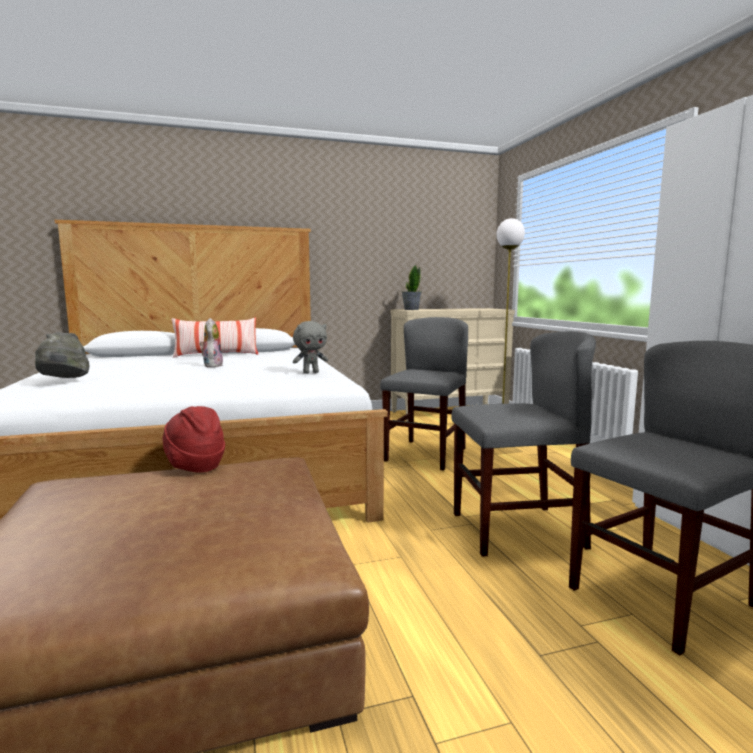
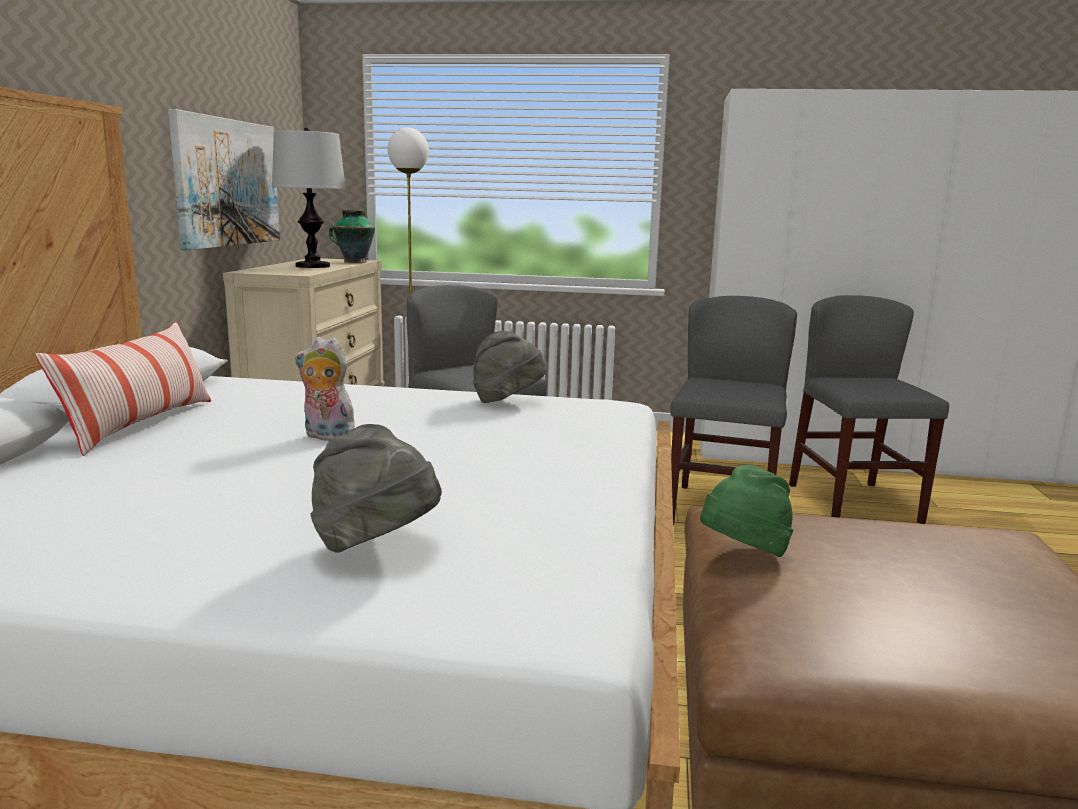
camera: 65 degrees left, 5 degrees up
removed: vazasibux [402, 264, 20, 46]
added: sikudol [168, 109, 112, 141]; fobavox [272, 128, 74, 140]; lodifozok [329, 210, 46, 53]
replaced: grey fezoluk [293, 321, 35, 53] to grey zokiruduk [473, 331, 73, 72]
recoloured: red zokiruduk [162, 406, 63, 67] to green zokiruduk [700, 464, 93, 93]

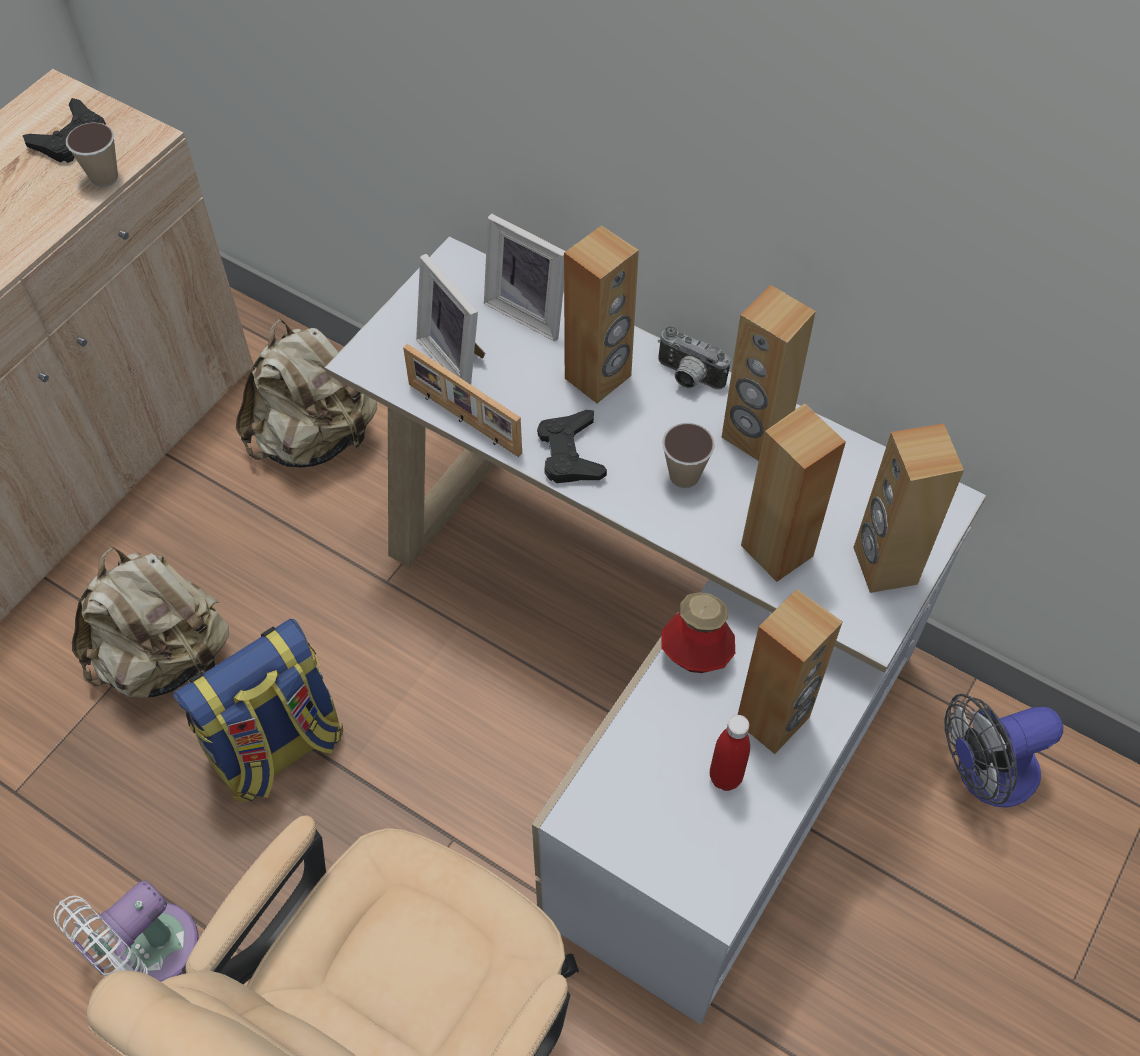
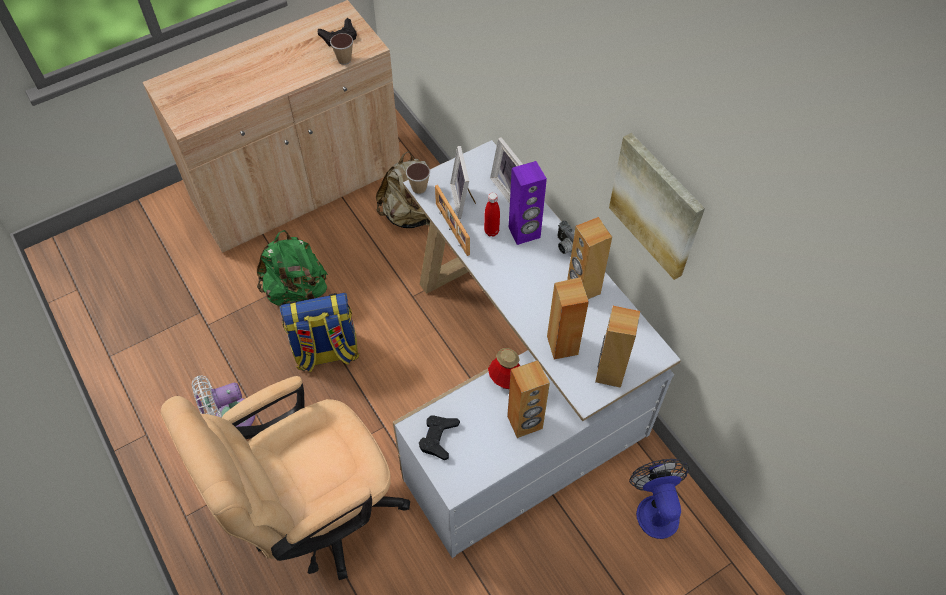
camera: 25 degrees right, 0 degrees up
added: sikudol [609, 133, 96, 147]
moved: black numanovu [537, 410, 70, 73] to [419, 415, 41, 45]; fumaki [662, 423, 53, 65] to [406, 163, 24, 31]; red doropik [710, 715, 40, 76] to [484, 193, 16, 44]
recoloured: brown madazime [564, 225, 75, 178] to purple madazime [509, 161, 38, 84]; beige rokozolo [72, 547, 157, 151] to green rokozolo [257, 230, 71, 76]
turned: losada [944, 694, 119, 114] = [629, 459, 61, 80] 75 degrees clockwise

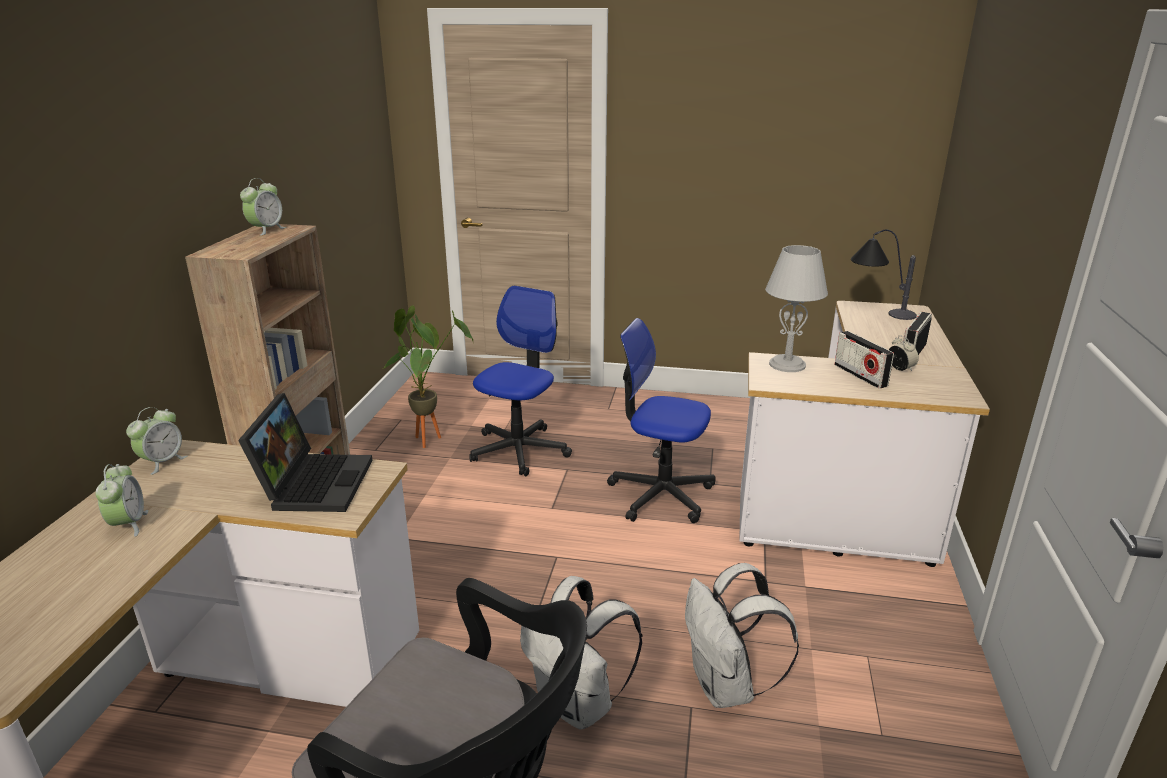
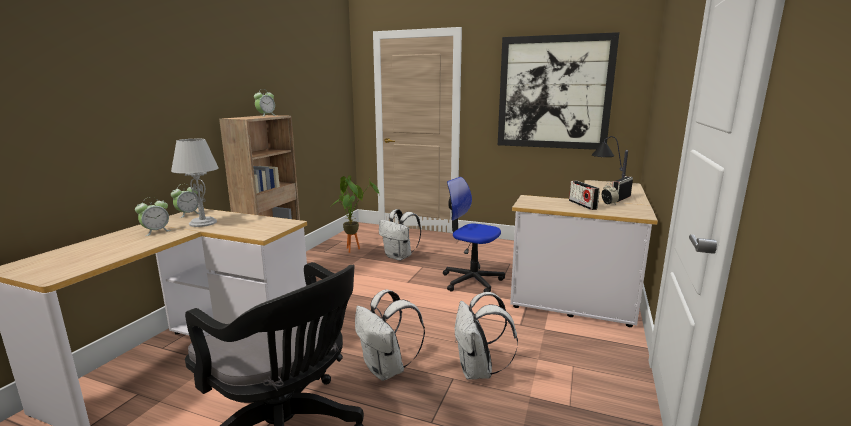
camera: 10 degrees right, 10 degrees down
removed: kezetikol [238, 393, 135, 119]
added: sikudol [498, 32, 121, 118]
moved: grey fobavox [765, 245, 63, 127] to [171, 139, 47, 88]
replaced: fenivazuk [469, 286, 103, 190] to white rokozolo [379, 209, 42, 52]
turned: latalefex [95, 464, 54, 73] = [135, 197, 37, 39] 45 degrees clockwise

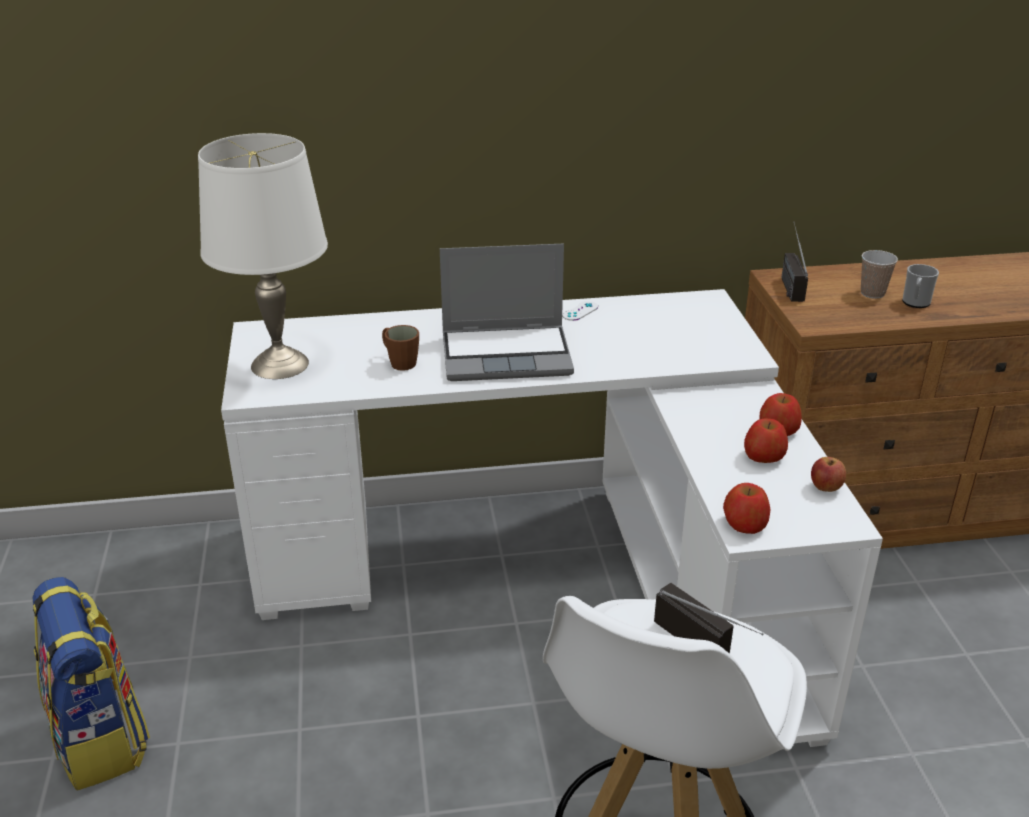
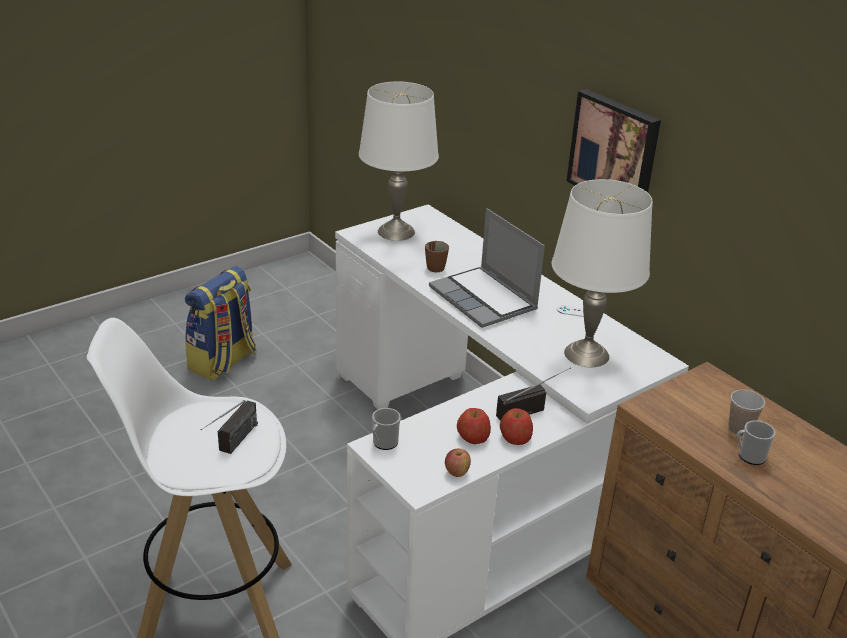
camera: 60 degrees right, 0 degrees up
added: sikudol [567, 89, 94, 104]; white fobavox [551, 179, 102, 188]
moved: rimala [781, 222, 27, 80] to [496, 367, 75, 54]
replaced: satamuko [723, 483, 47, 51] to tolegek [372, 408, 29, 42]

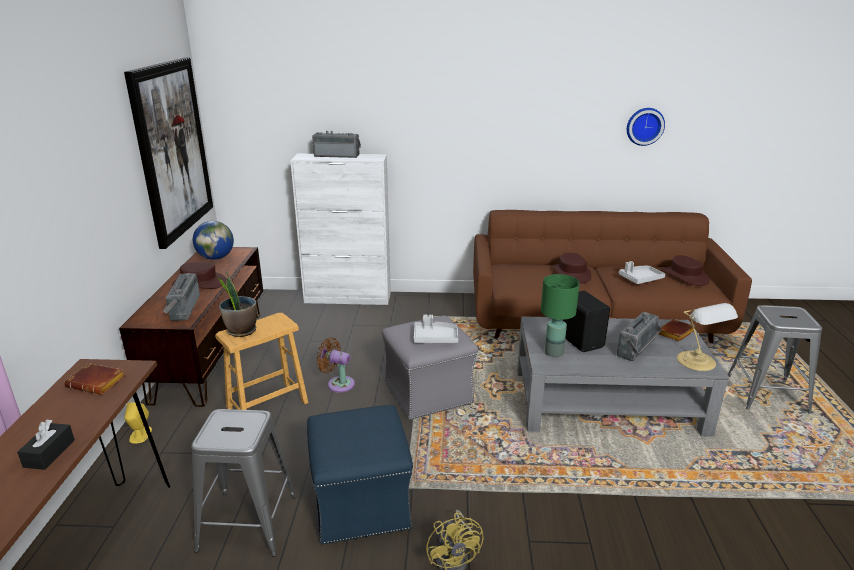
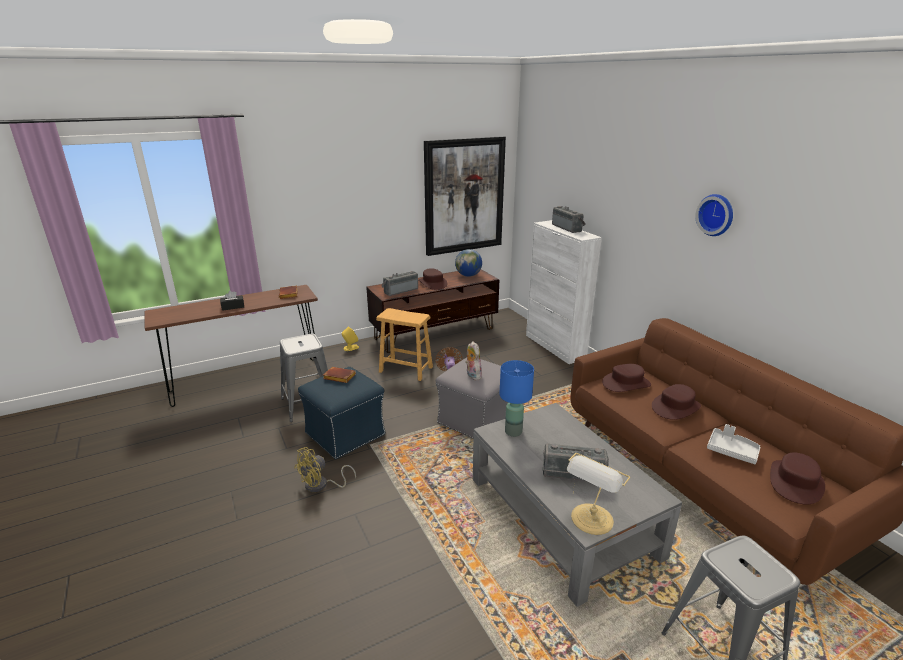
camera: 60 degrees right, 0 degrees up
removed: vazasibux [218, 271, 39, 66]; black madazime [563, 291, 47, 61]
added: brown zokiruduk [602, 364, 49, 28]
moved: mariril [627, 108, 38, 38] to [695, 194, 38, 42]; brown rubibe [657, 319, 38, 22] to [323, 367, 33, 16]
replaced: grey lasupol [414, 315, 44, 28] to fezoluk [465, 341, 17, 39]
recoloured: green fobavox [541, 274, 39, 83] to blue fobavox [500, 360, 34, 77]

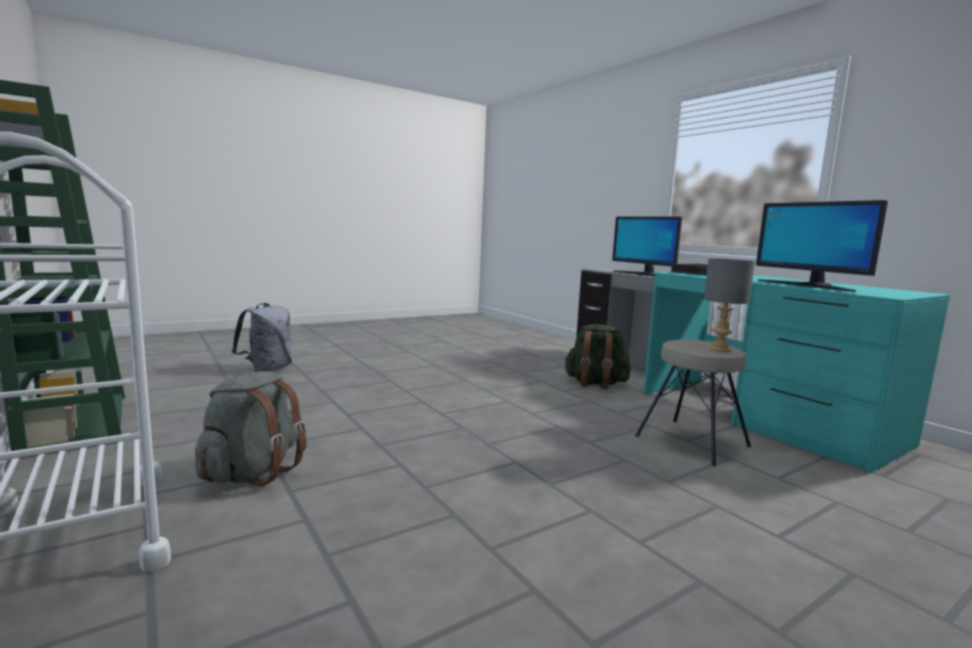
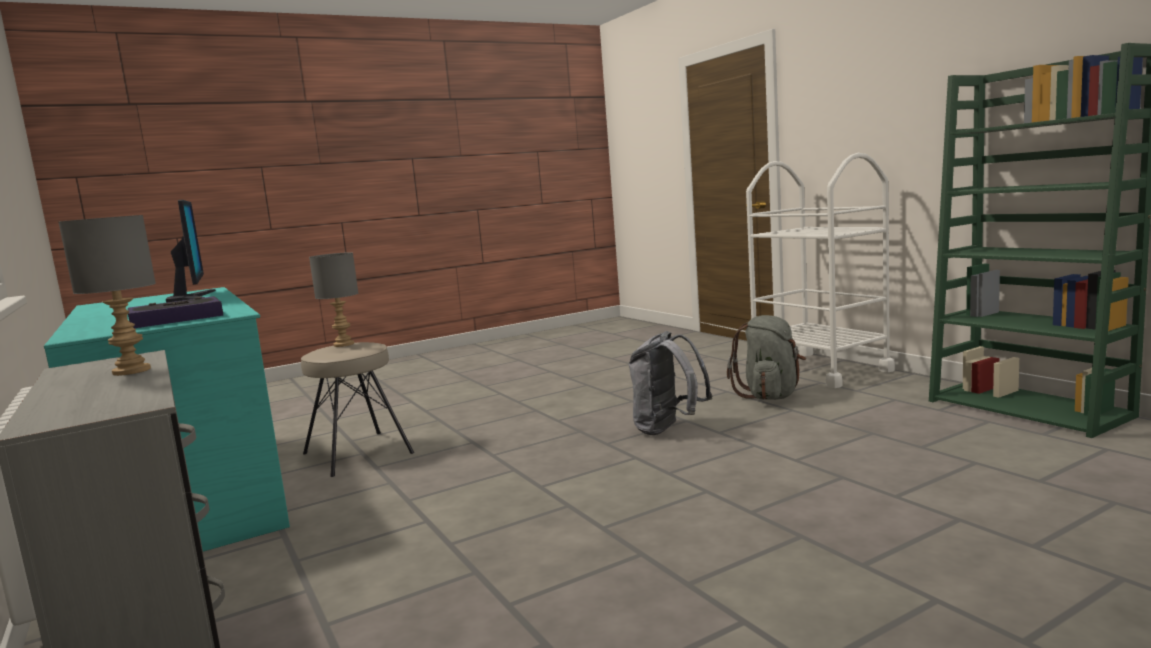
camera: 175 degrees left, 0 degrees up
removed: green rokozolo [564, 324, 67, 65]
moved: grey rokozolo [232, 303, 60, 69] to [629, 331, 83, 104]
replaced: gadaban [612, 216, 70, 60] to grey fobavox [59, 215, 97, 161]

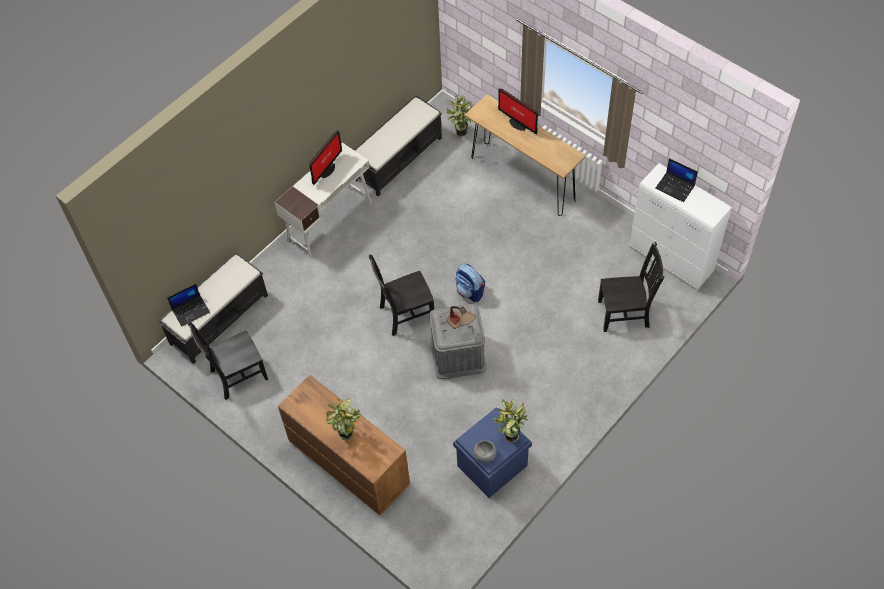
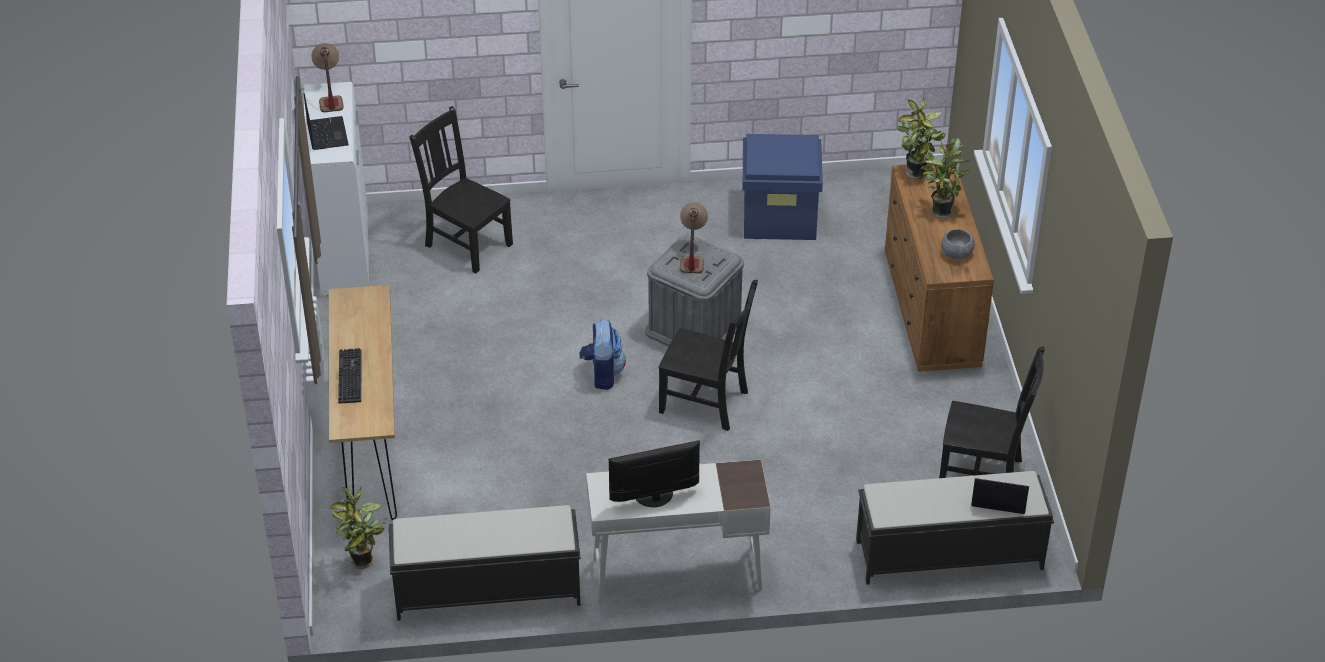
camera: 140 degrees left, 15 degrees down
added: fobavox [311, 43, 33, 69]
moved: vazasibux [494, 399, 34, 44] to [897, 97, 49, 82]; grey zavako [474, 440, 23, 23] to [941, 229, 34, 30]
replaced: gadaban [498, 88, 40, 47] to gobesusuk [338, 348, 24, 56]

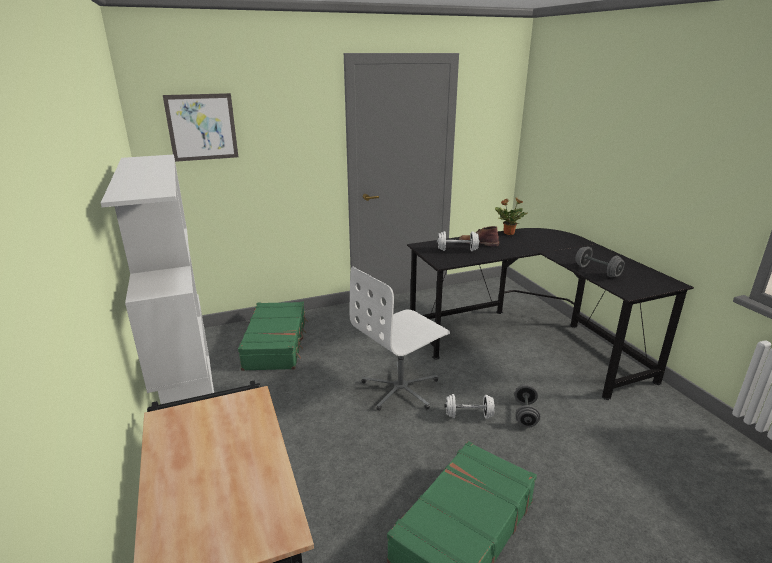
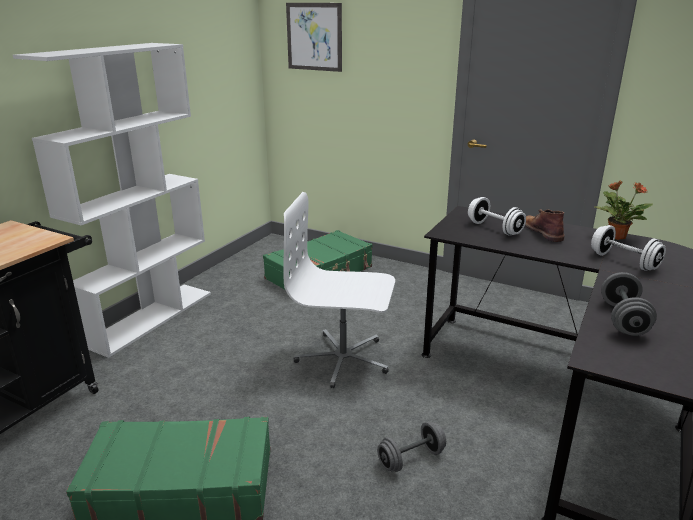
camera: 50 degrees right, 0 degrees up
moved: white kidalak [444, 394, 51, 25] to [591, 225, 75, 46]

